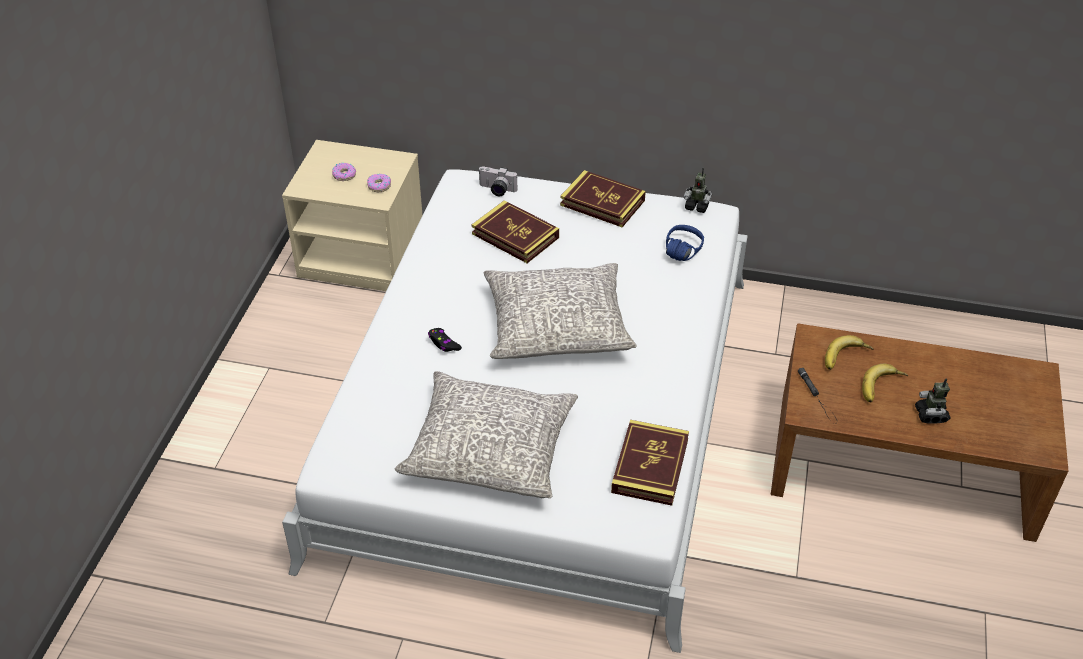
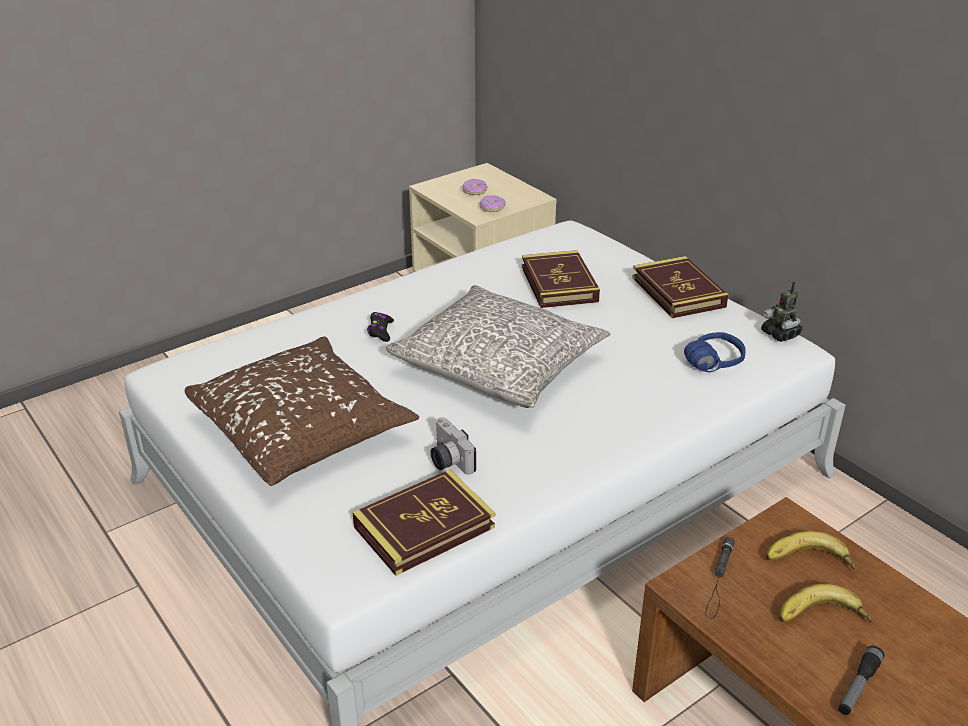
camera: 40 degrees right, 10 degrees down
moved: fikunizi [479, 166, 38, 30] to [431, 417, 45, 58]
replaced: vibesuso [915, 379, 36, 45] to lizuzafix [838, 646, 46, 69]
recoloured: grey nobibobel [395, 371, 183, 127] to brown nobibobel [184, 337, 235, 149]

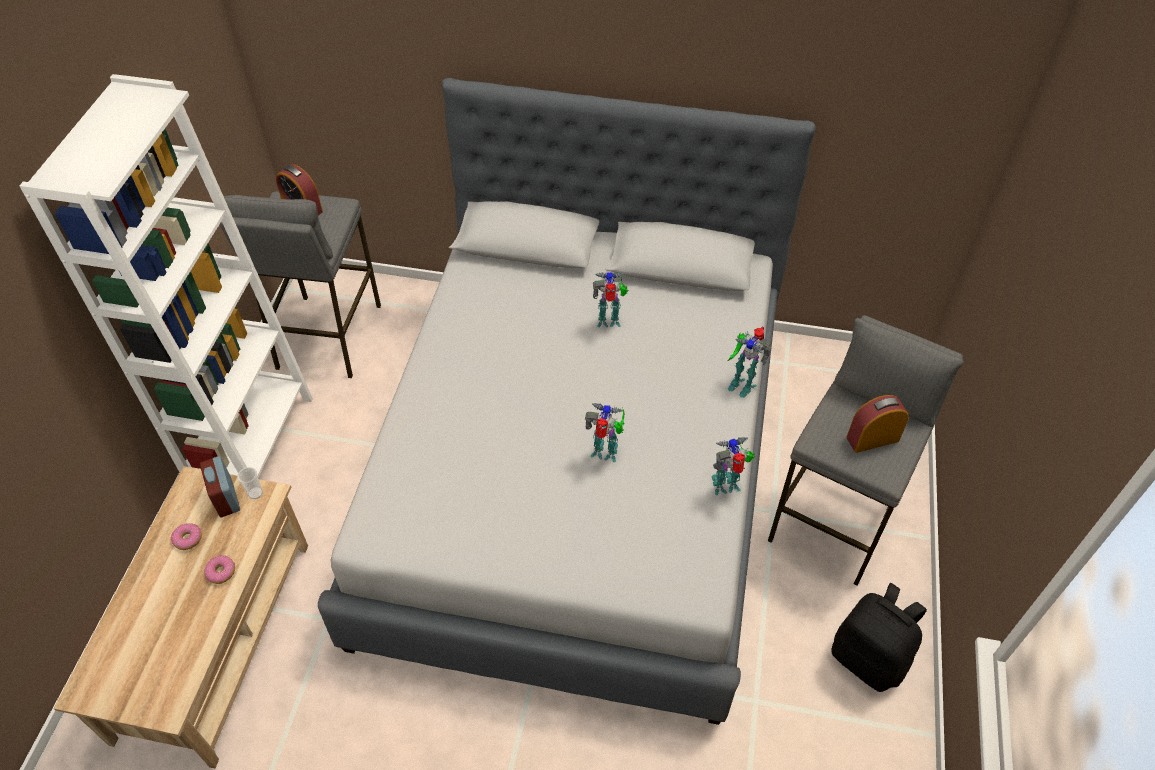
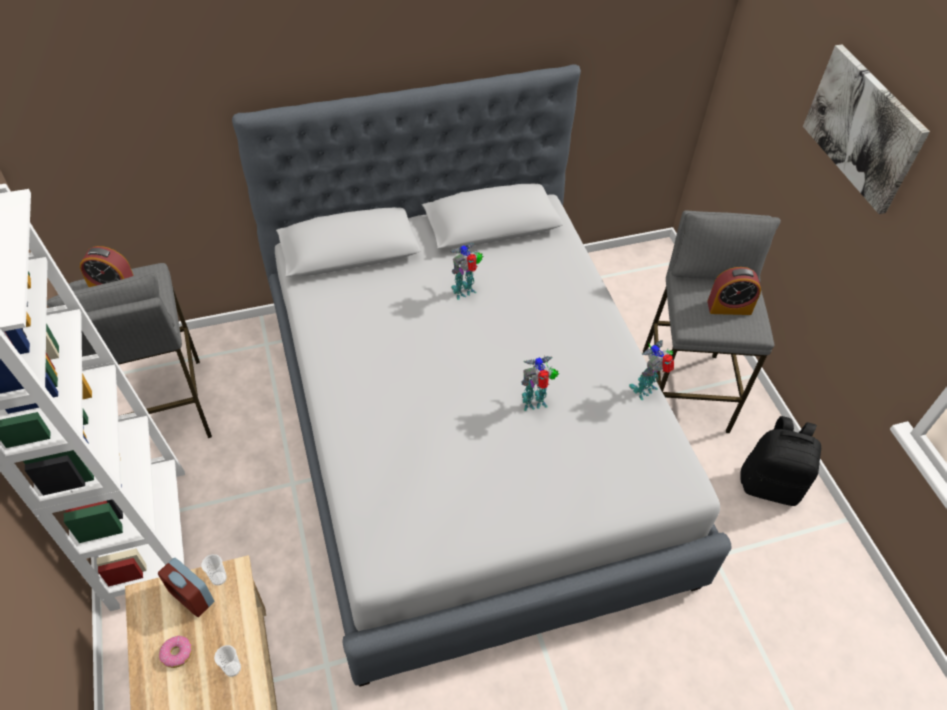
camera: 30 degrees left, 0 degrees up
removed: vibesuso [728, 327, 44, 71]
added: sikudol [803, 44, 127, 170]
replaced: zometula [204, 555, 31, 29] to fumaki [214, 645, 27, 32]
turned: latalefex [846, 395, 63, 58] = [707, 267, 54, 48] 135 degrees counterclockwise

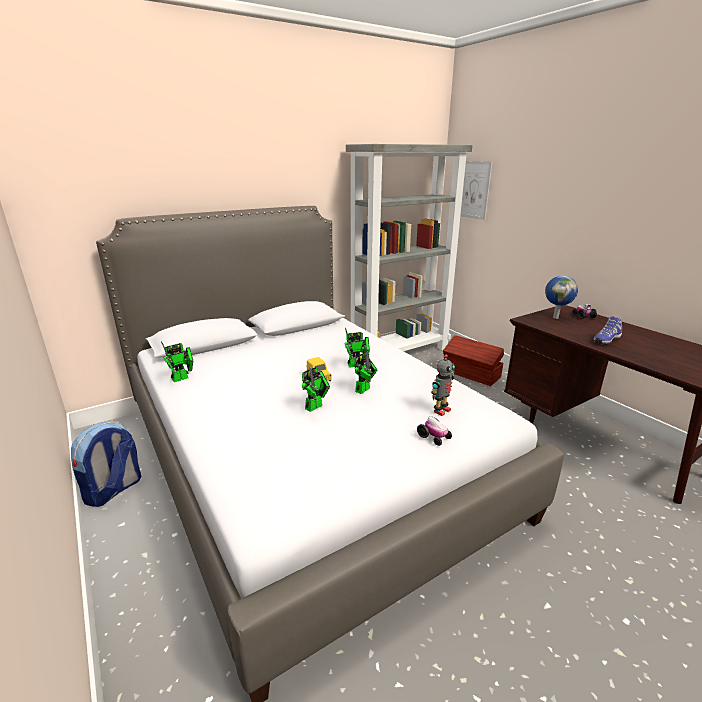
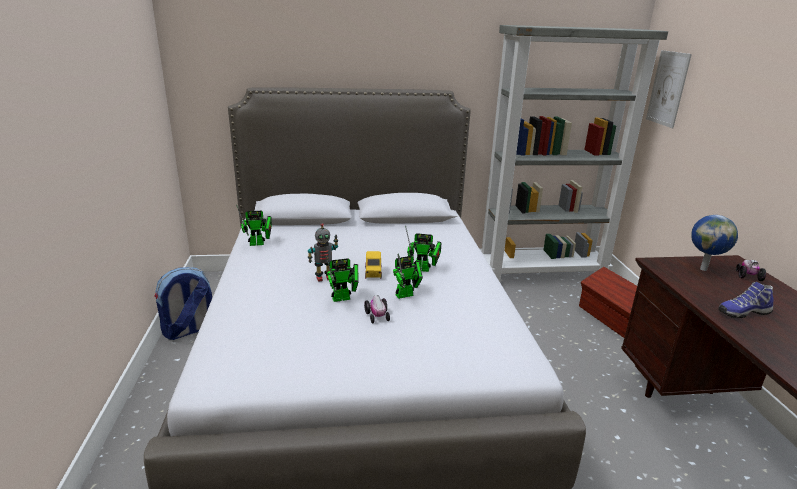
camera: 25 degrees right, 0 degrees up
moved: vibesuso [431, 355, 24, 61] to [308, 223, 30, 59]; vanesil [417, 416, 35, 30] to [364, 295, 26, 28]

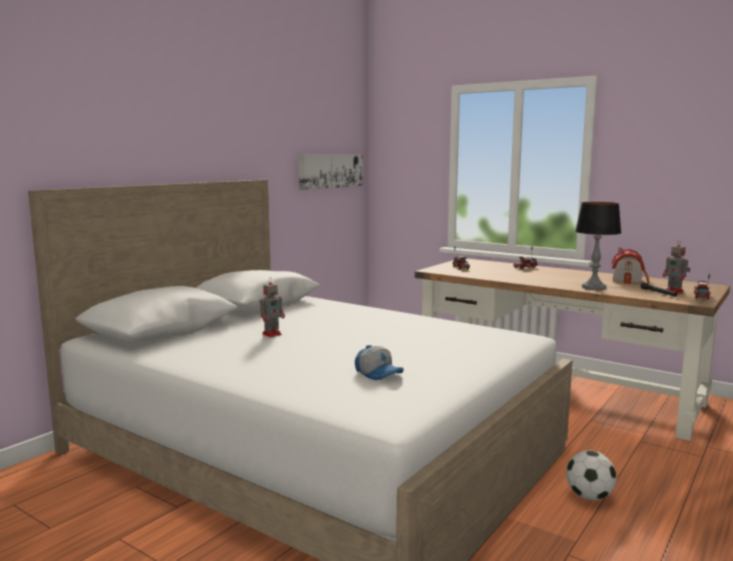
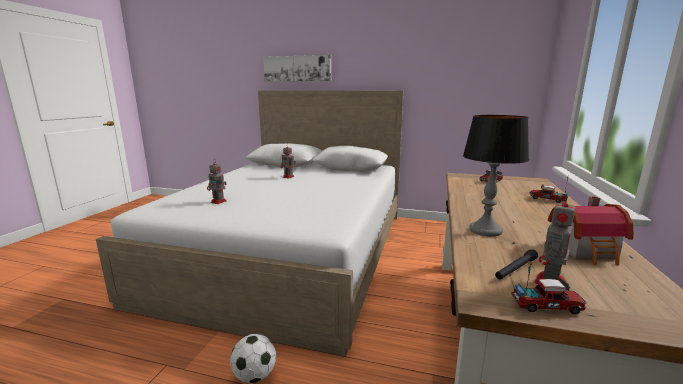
camera: 70 degrees right, 5 degrees up
moved: sikudol [298, 155, 65, 35] to [263, 55, 68, 26]
replaced: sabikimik [355, 345, 49, 35] to vibesuso [207, 159, 20, 45]

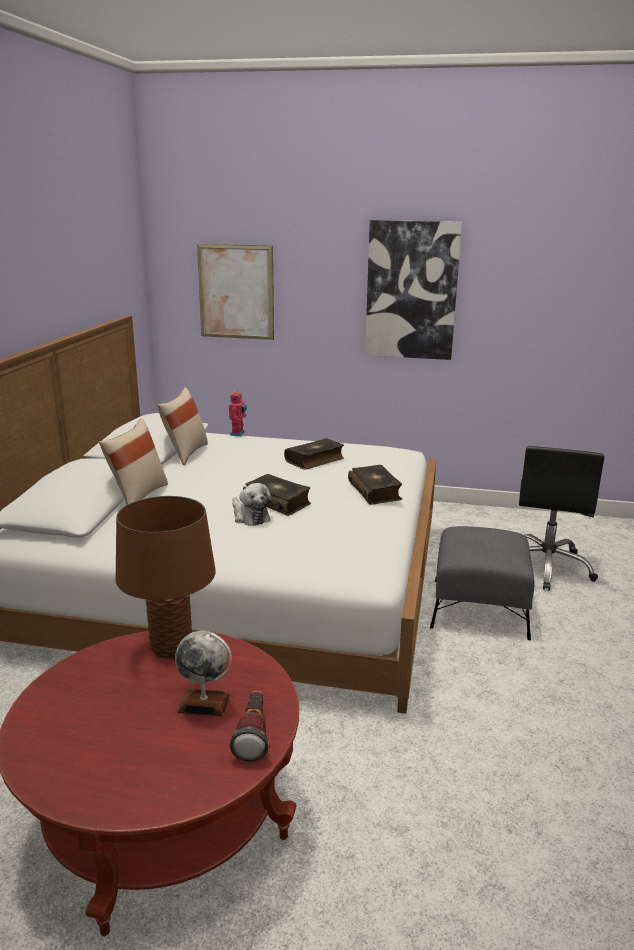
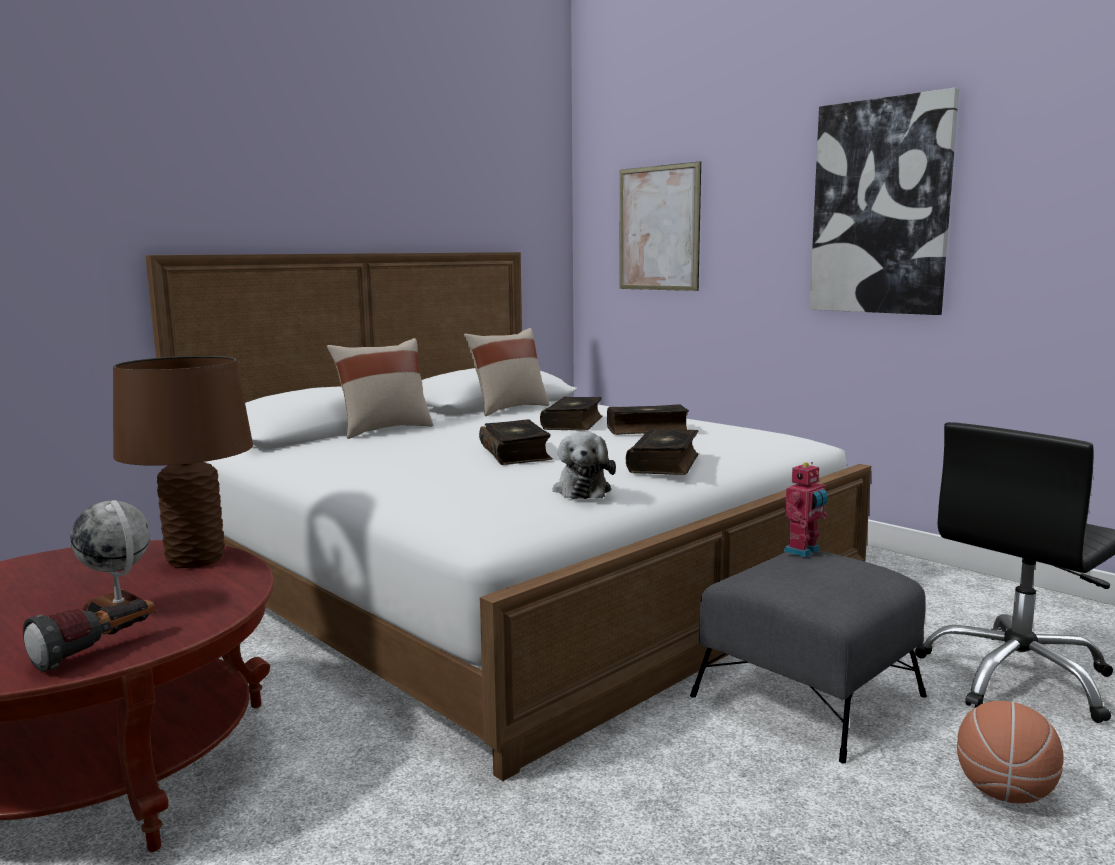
camera: 35 degrees right, 10 degrees down
added: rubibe [540, 397, 63, 33]; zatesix [957, 701, 107, 103]
moved: vibesuso [229, 391, 18, 45] to [784, 462, 44, 95]; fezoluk [232, 483, 40, 43] to [553, 432, 63, 67]

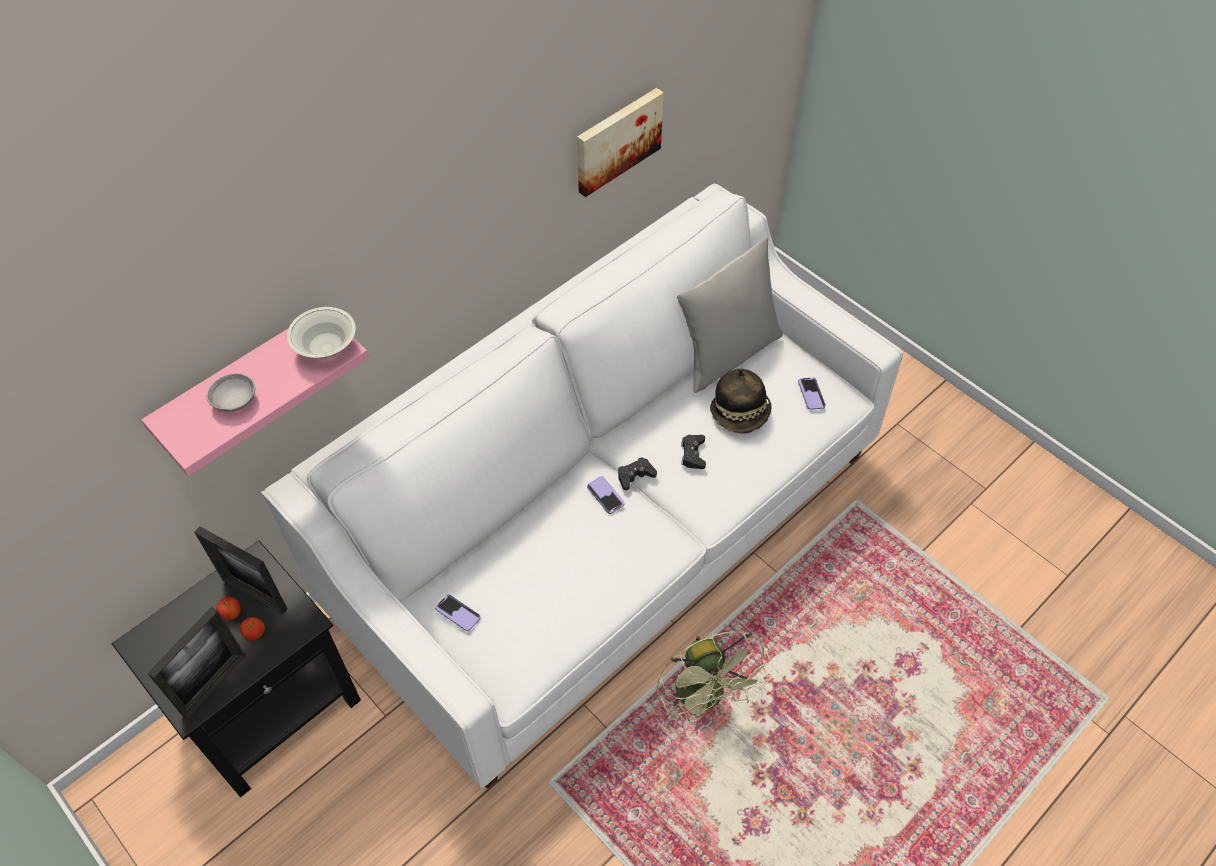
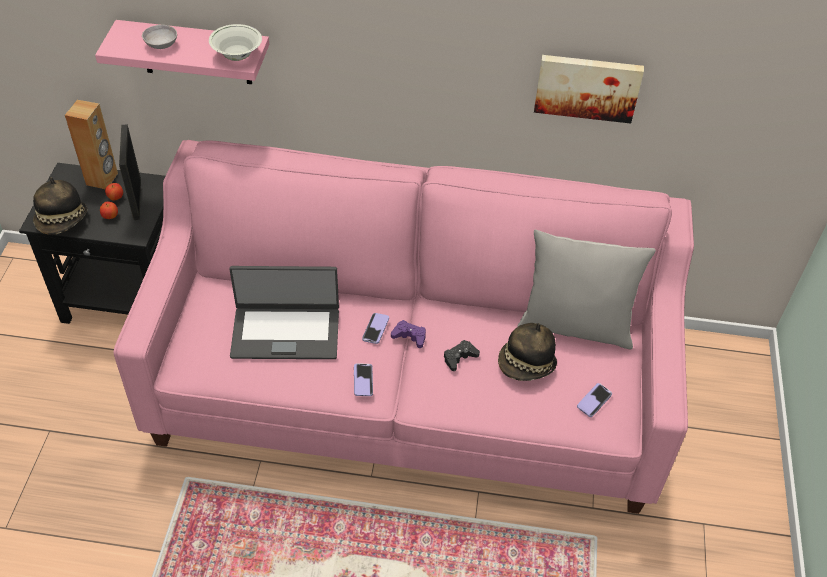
camera: 50 degrees right, 5 degrees down
removed: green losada [657, 631, 114, 92]
added: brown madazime [65, 100, 53, 89]; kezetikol [229, 266, 110, 93]
moved: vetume [435, 594, 46, 37] to [354, 363, 19, 33]
replaced: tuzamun [147, 606, 99, 113] to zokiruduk [33, 177, 55, 58]
recoloured: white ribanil [261, 184, 642, 605] to pink ribanil [114, 140, 580, 374]; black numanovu [618, 457, 39, 33] to purple numanovu [391, 320, 35, 28]

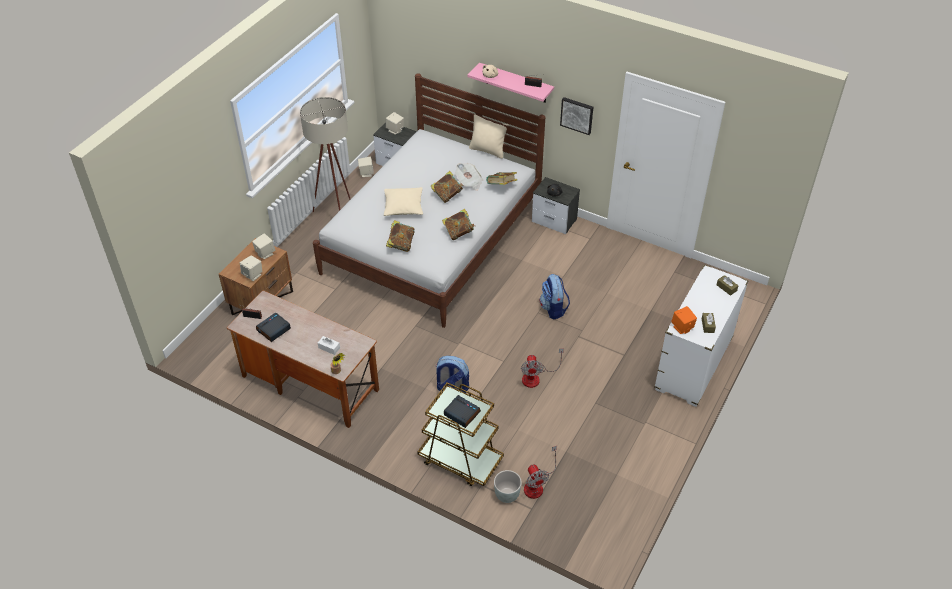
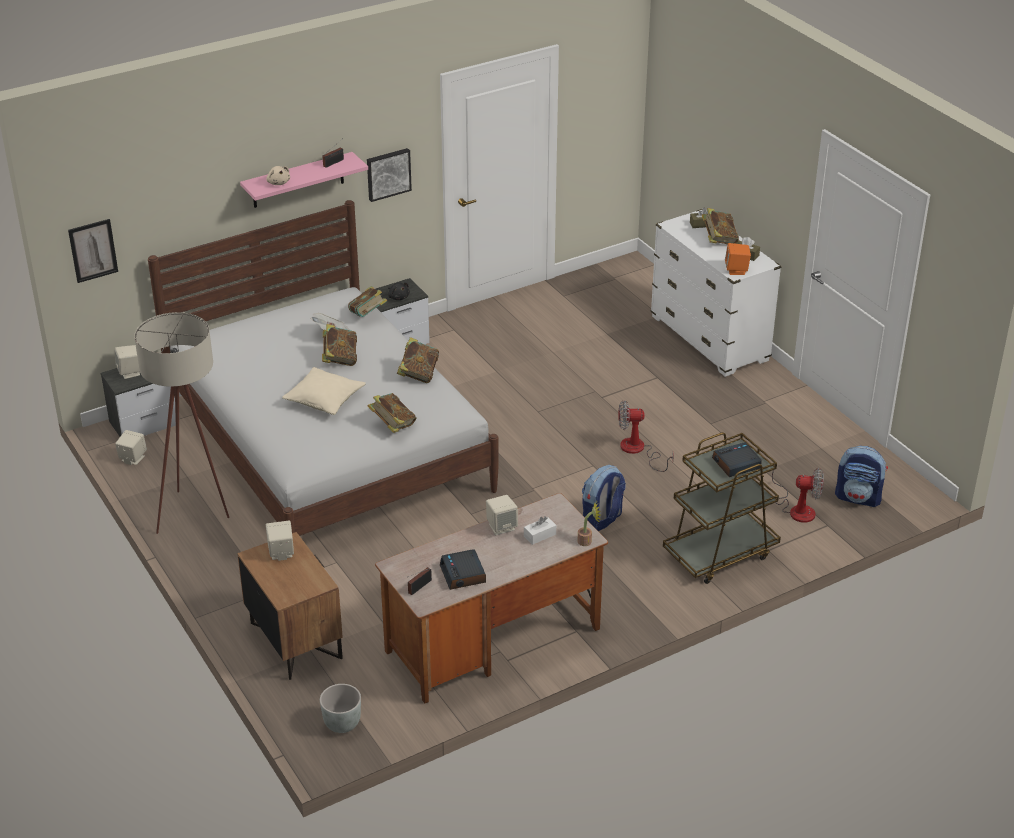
camera: 60 degrees left, 10 degrees down
removed: beige nobibobel [469, 114, 40, 45]
added: rubibe [702, 208, 37, 36]; sikudol [68, 219, 50, 64]
moved: beige madazime [240, 255, 22, 26] to [486, 495, 32, 40]; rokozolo [540, 274, 30, 45] to [835, 446, 53, 61]; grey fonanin [494, 470, 28, 33] to [320, 684, 41, 49]
turned: losada [521, 349, 43, 39] = [618, 400, 56, 72] 150 degrees clockwise

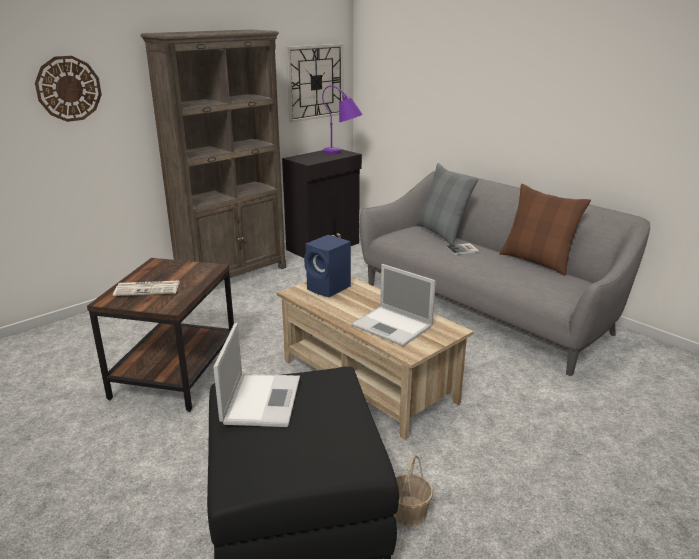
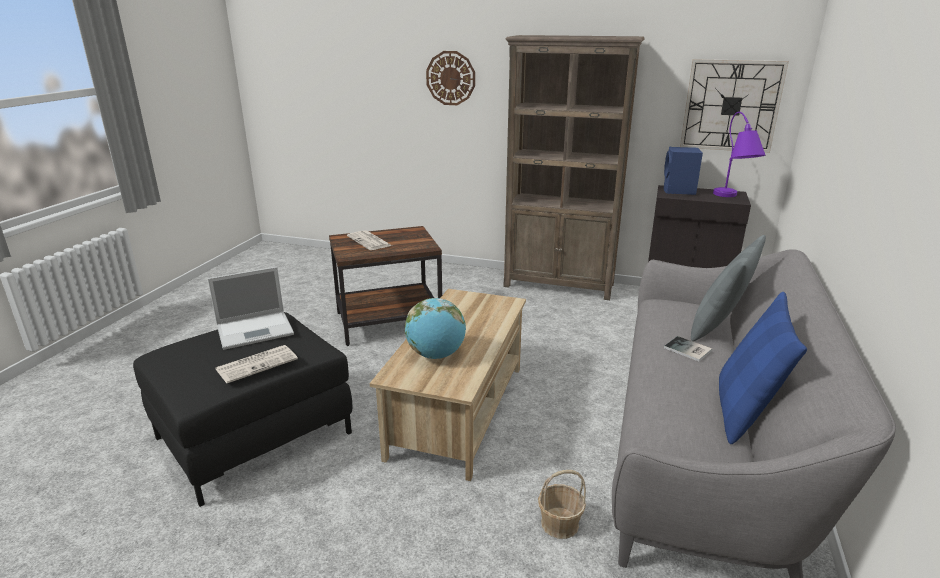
camera: 60 degrees right, 0 degrees up
added: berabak [216, 345, 82, 38]
moved: blue madazime [304, 235, 47, 62] to [664, 147, 39, 48]; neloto [394, 454, 39, 73] to [538, 470, 48, 69]
replaced: kezetikol [351, 264, 85, 83] to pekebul [405, 298, 61, 61]
recoloured: brown nobibobel [500, 184, 91, 91] to blue nobibobel [719, 292, 88, 152]

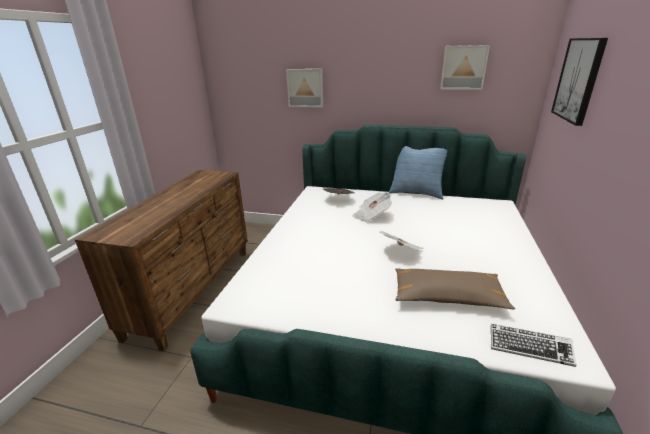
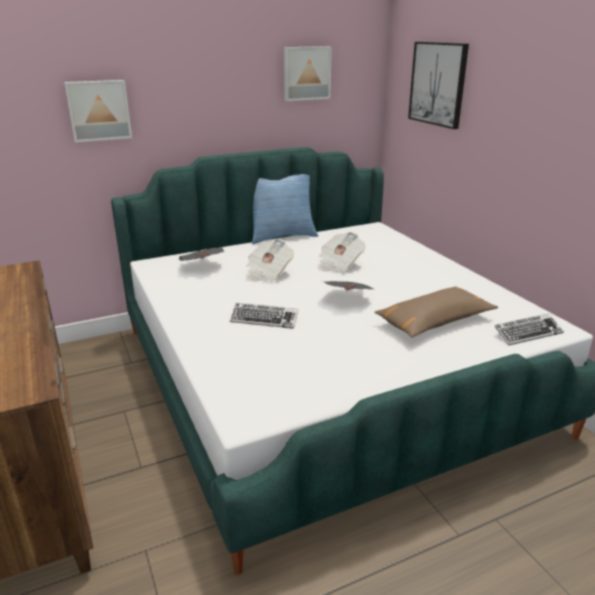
camera: 40 degrees left, 0 degrees up
added: berabak [317, 232, 48, 40]; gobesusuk [230, 303, 68, 26]

